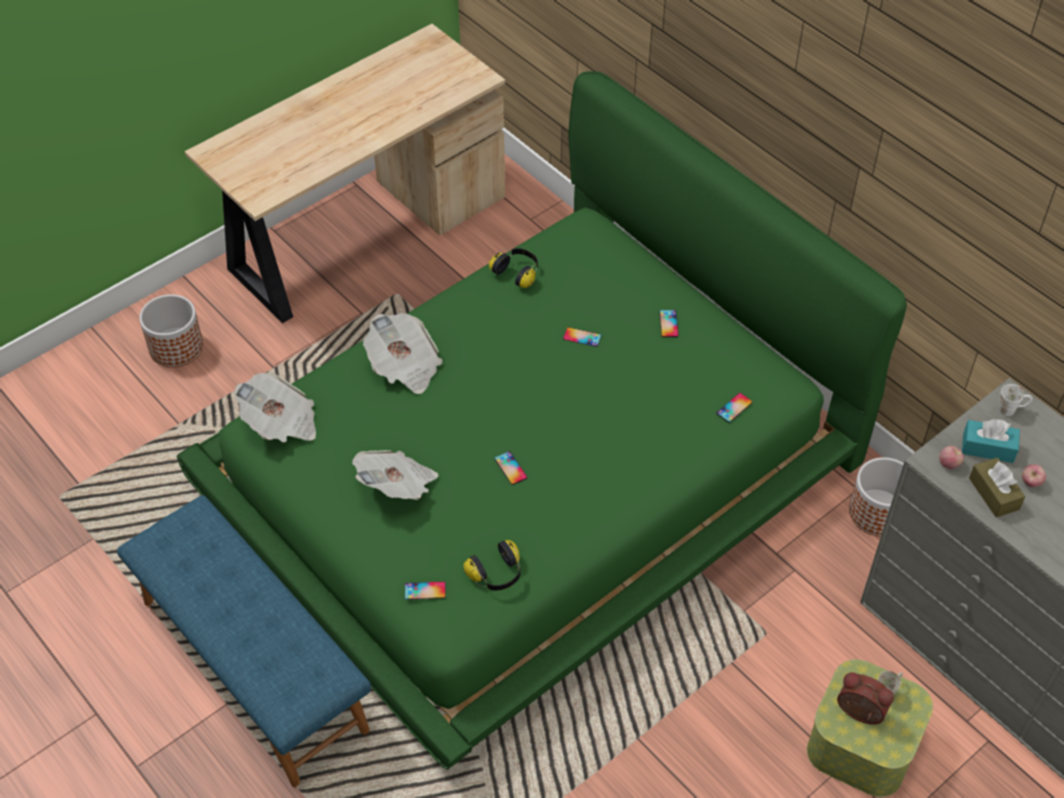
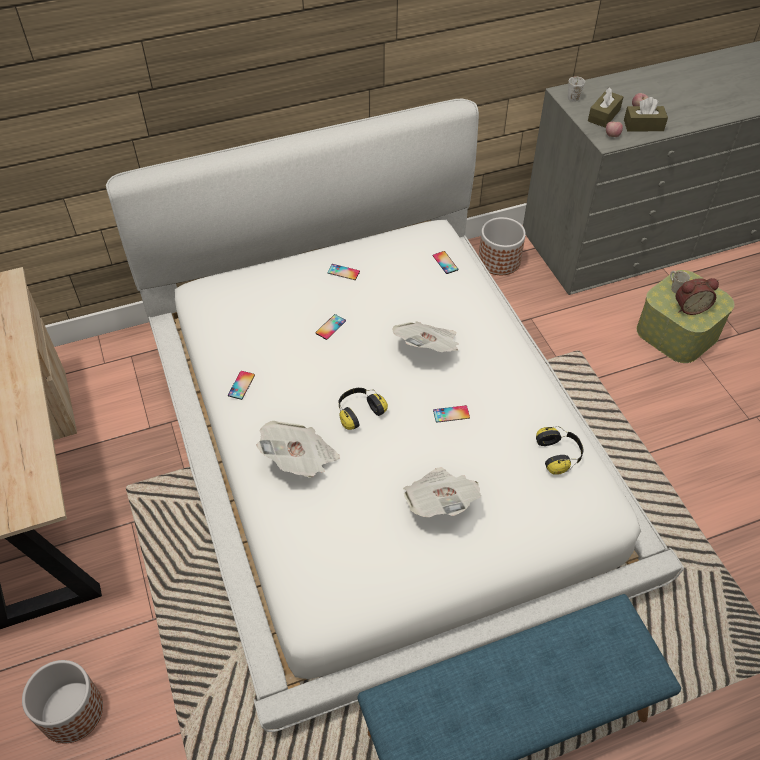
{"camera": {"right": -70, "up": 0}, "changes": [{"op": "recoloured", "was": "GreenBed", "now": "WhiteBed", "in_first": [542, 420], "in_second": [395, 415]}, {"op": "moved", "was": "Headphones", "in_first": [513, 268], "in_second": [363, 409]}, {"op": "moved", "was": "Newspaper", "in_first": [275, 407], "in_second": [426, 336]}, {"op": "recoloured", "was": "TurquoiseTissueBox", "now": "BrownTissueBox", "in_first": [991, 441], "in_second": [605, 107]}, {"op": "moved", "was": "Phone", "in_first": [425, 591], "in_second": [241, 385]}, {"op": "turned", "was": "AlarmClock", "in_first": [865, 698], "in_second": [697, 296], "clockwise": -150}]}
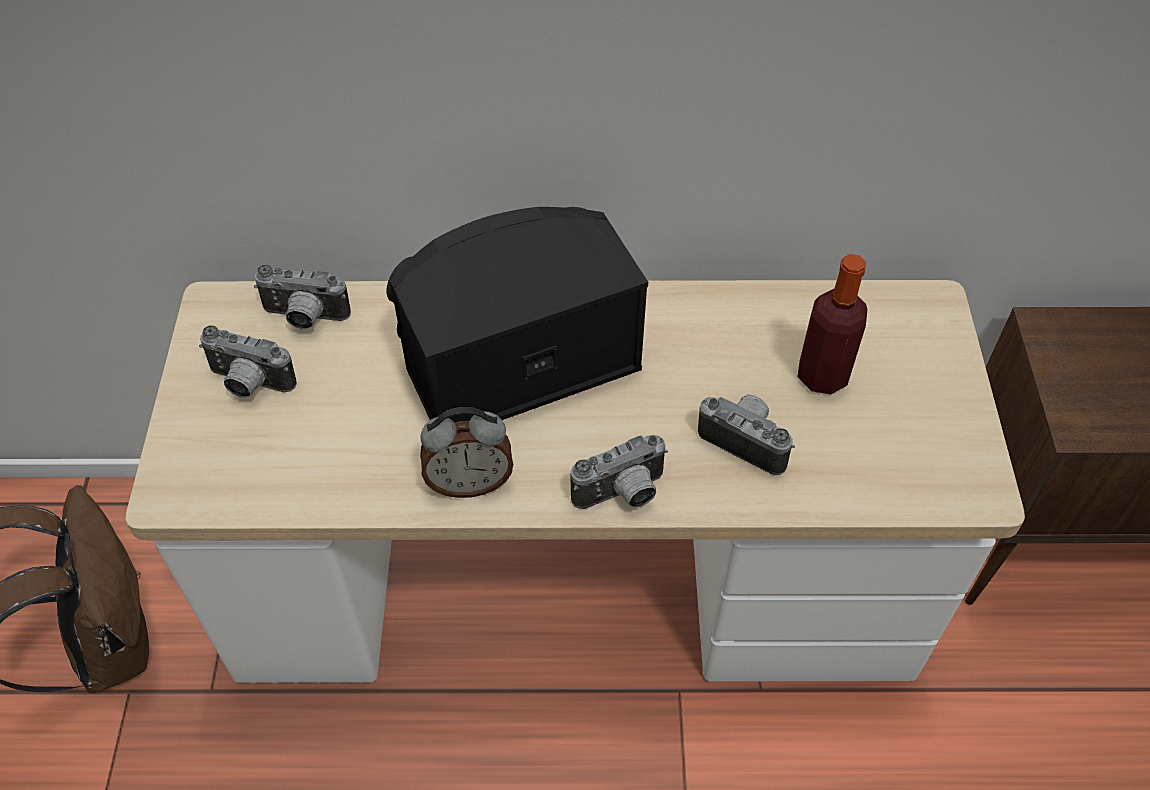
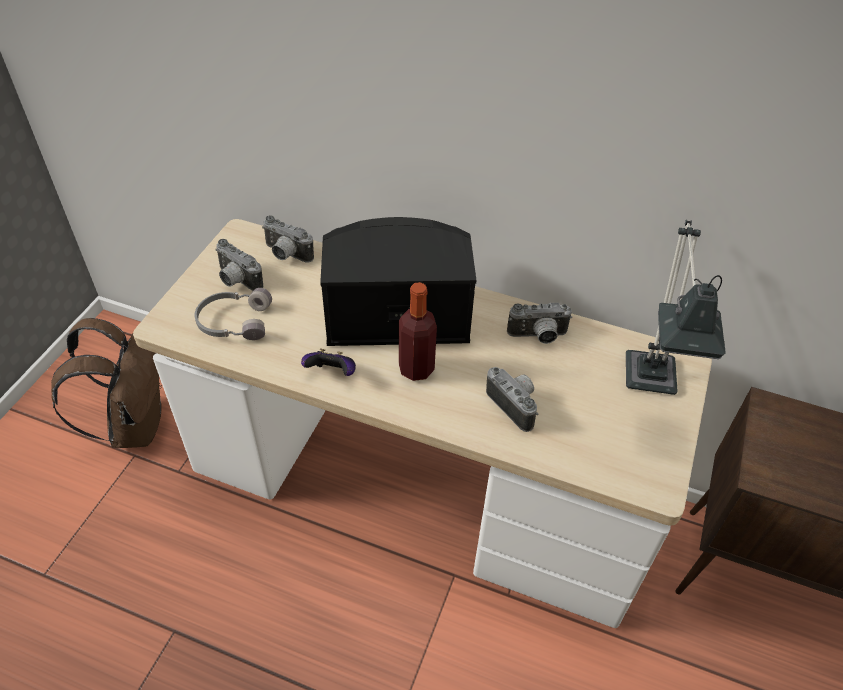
{"camera": {"right": 20, "up": -5}, "changes": [{"op": "moved", "was": "Bottle", "in_first": [832, 324], "in_second": [418, 331]}, {"op": "replaced", "was": "AlarmClock", "now": "GameController", "in_first": [466, 452], "in_second": [328, 362]}, {"op": "moved", "was": "PhotoCamera", "in_first": [619, 472], "in_second": [539, 323]}, {"op": "added", "now": "TableLamp", "in_second": [676, 307]}, {"op": "added", "now": "GreyHeadphones", "in_second": [233, 314]}]}
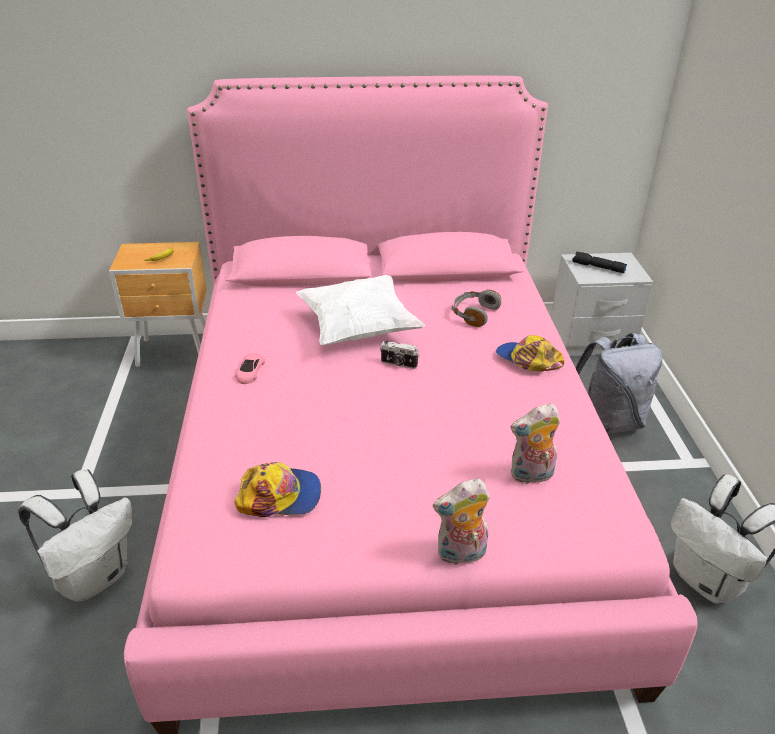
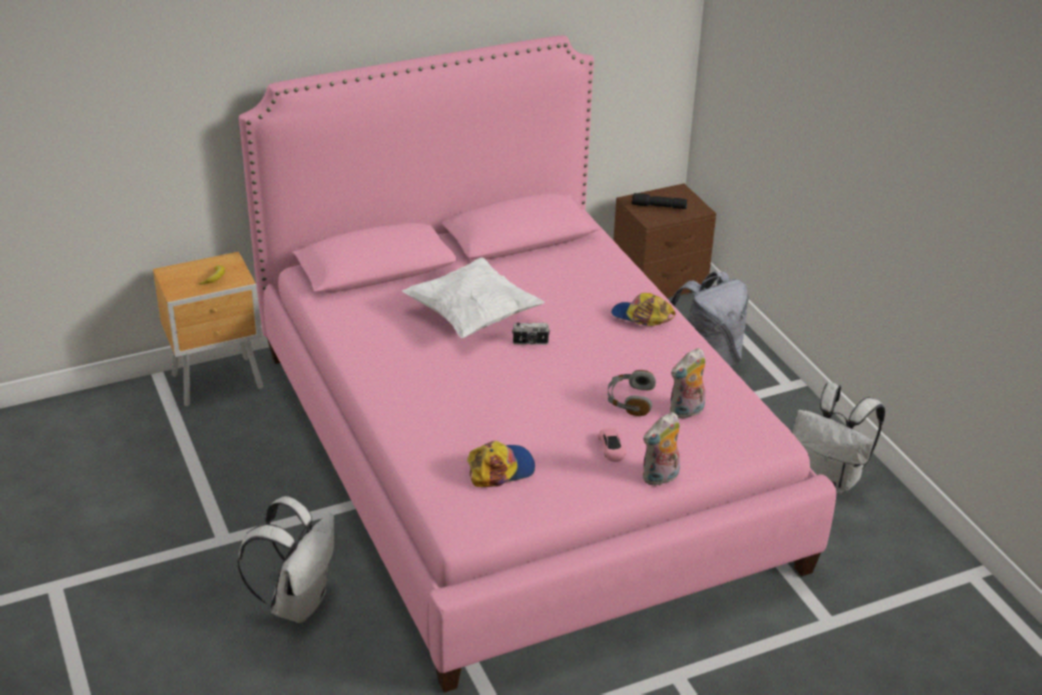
{"camera": {"right": -20, "up": 0}, "changes": [{"op": "recoloured", "was": "GreyNightstand", "now": "BrownNightstand", "in_first": [602, 304], "in_second": [664, 241]}, {"op": "moved", "was": "GreyHeadphones", "in_first": [476, 308], "in_second": [632, 393]}, {"op": "moved", "was": "PinkToyCar", "in_first": [250, 368], "in_second": [612, 445]}]}
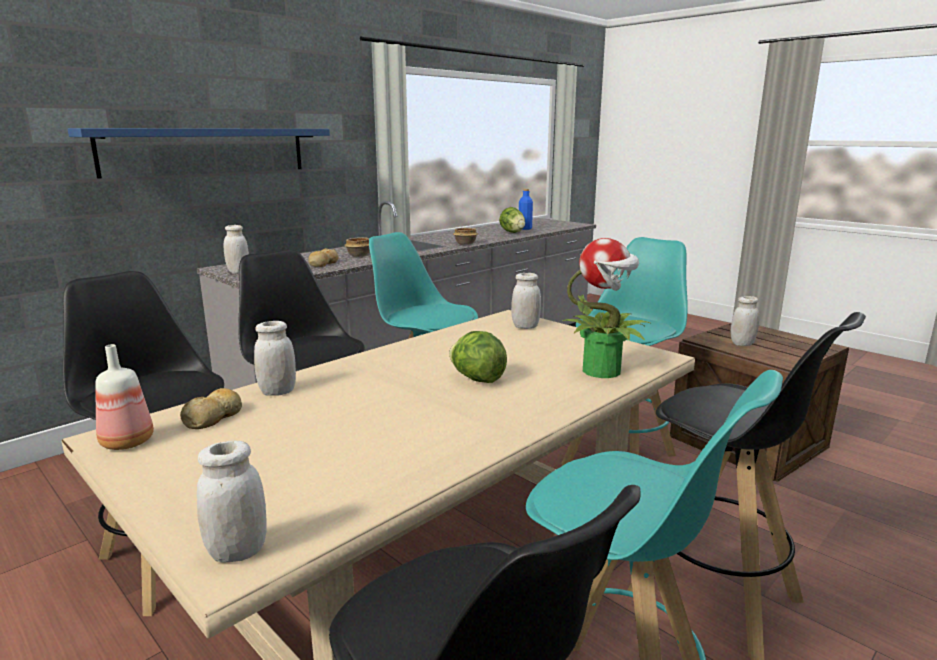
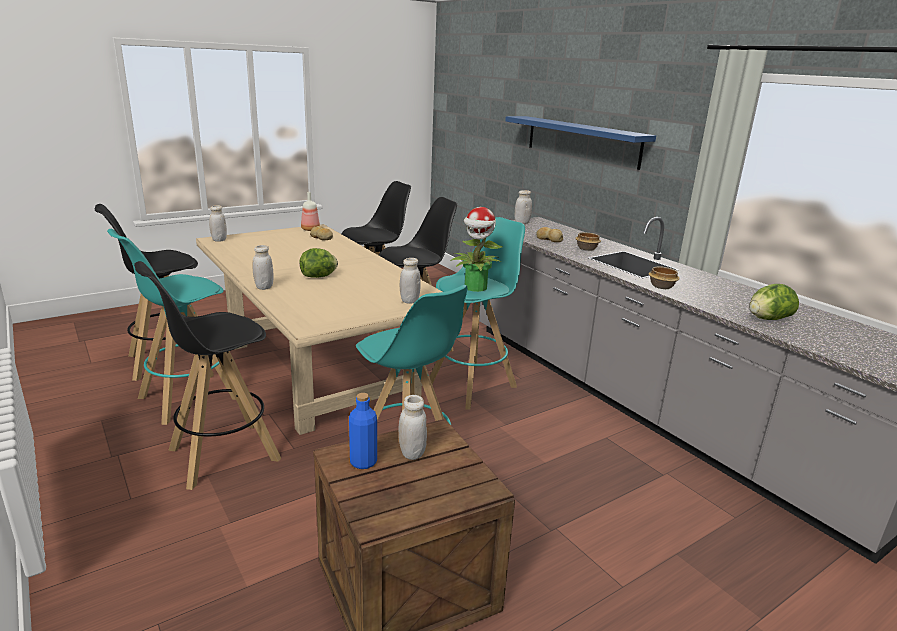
{"camera": {"right": 100, "up": 5}, "changes": [{"op": "moved", "was": "BlueBottle", "in_first": [526, 209], "in_second": [363, 431]}, {"op": "moved", "was": "PottedPlant", "in_first": [606, 308], "in_second": [477, 249]}, {"op": "moved", "was": "WhiteJar", "in_first": [275, 358], "in_second": [263, 267]}]}
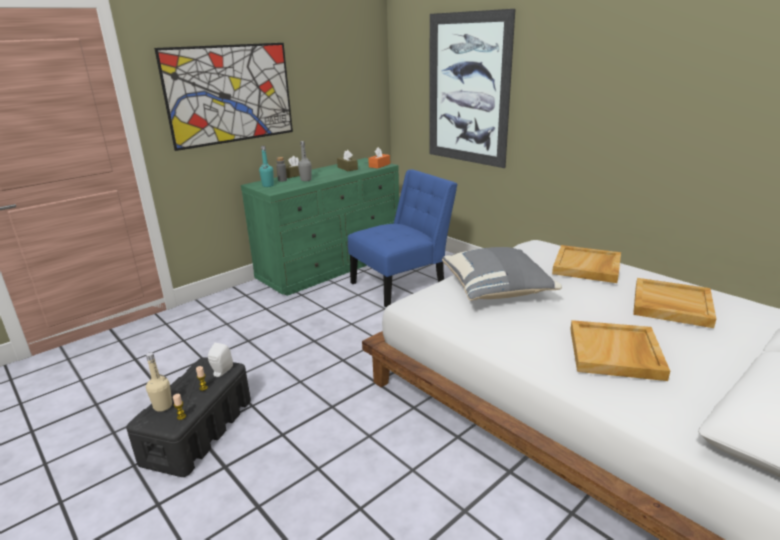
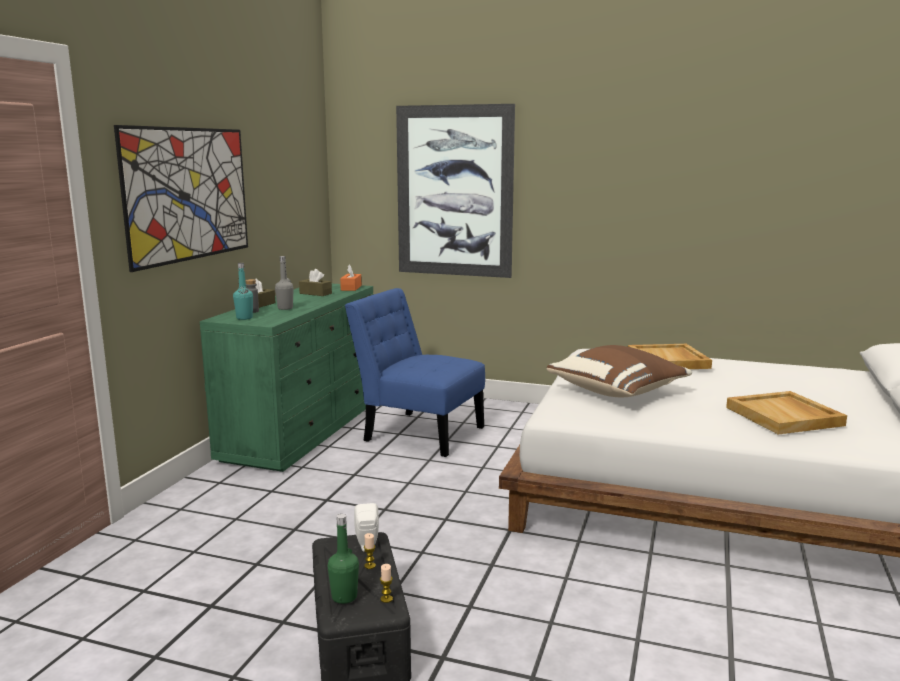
{"camera": {"right": -30, "up": -10}, "changes": [{"op": "turned", "was": "BlueChair", "in_first": [403, 238], "in_second": [415, 372], "clockwise": -90}, {"op": "recoloured", "was": "GreyPillow", "now": "BrownPillow", "in_first": [502, 274], "in_second": [619, 371]}, {"op": "removed", "was": "BeigeTray", "in_first": [674, 303]}, {"op": "recoloured", "was": "BeigeBottle", "now": "GreenBottle", "in_first": [159, 382], "in_second": [343, 559]}]}
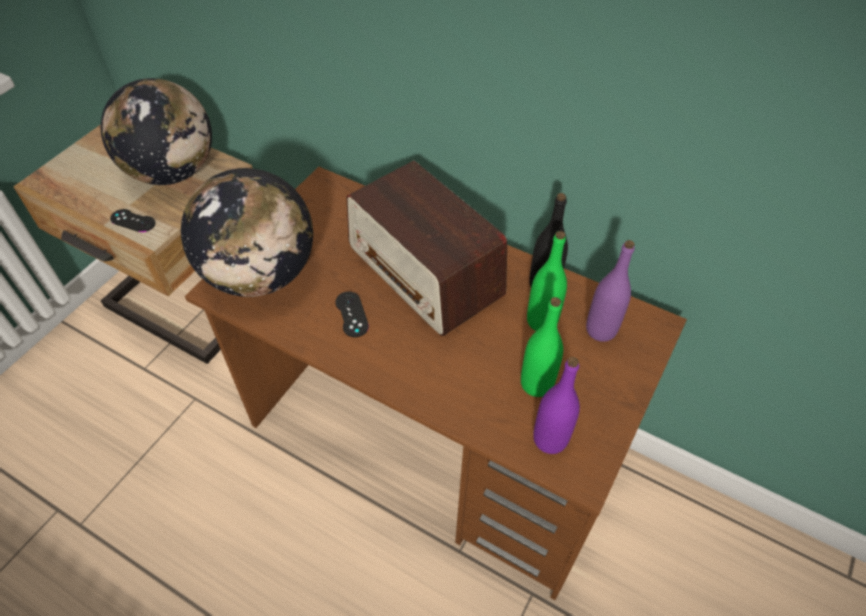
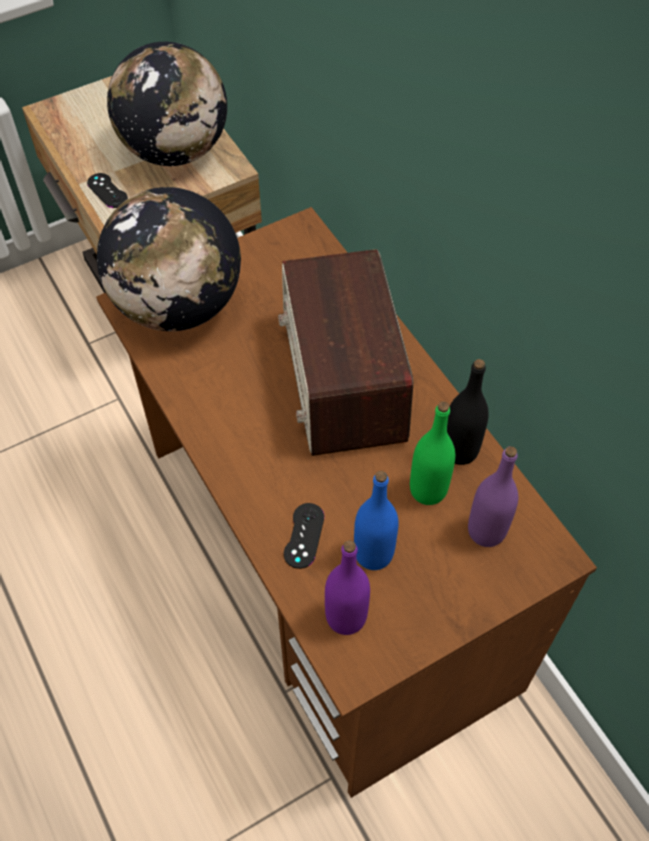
{"camera": {"right": 30, "up": 5}, "changes": [{"op": "moved", "was": "BlackGameController", "in_first": [352, 314], "in_second": [304, 536]}, {"op": "recoloured", "was": "GreenBottle", "now": "BlueBottle", "in_first": [542, 347], "in_second": [376, 520]}]}
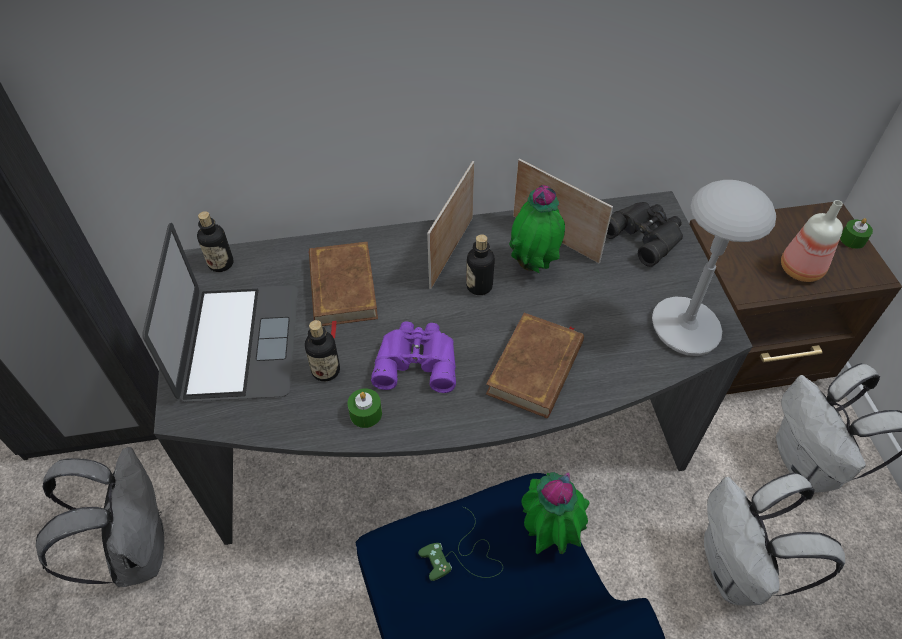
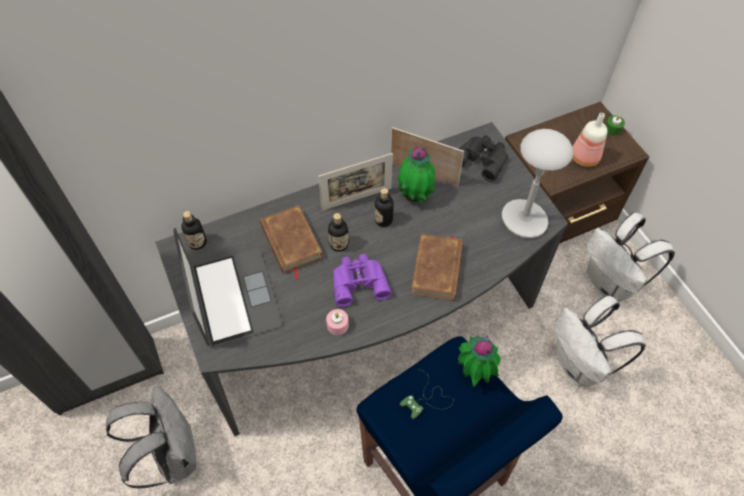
{"camera": {"right": -15, "up": 5}, "changes": [{"op": "turned", "was": "PictureFrame", "in_first": [450, 225], "in_second": [355, 182], "clockwise": -120}, {"op": "moved", "was": "Bottle", "in_first": [322, 350], "in_second": [338, 232]}, {"op": "recoloured", "was": "GreenCandle", "now": "PinkCandle", "in_first": [364, 408], "in_second": [337, 322]}]}
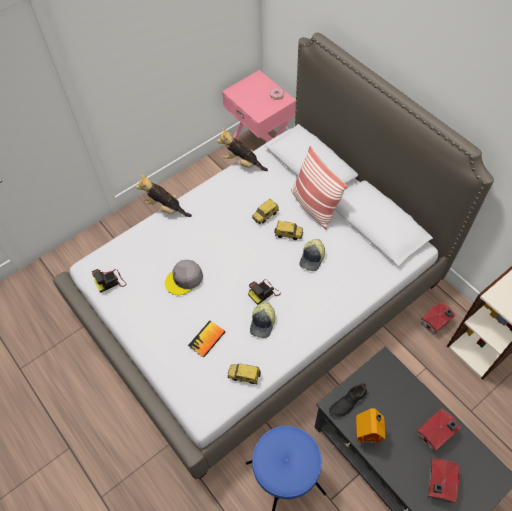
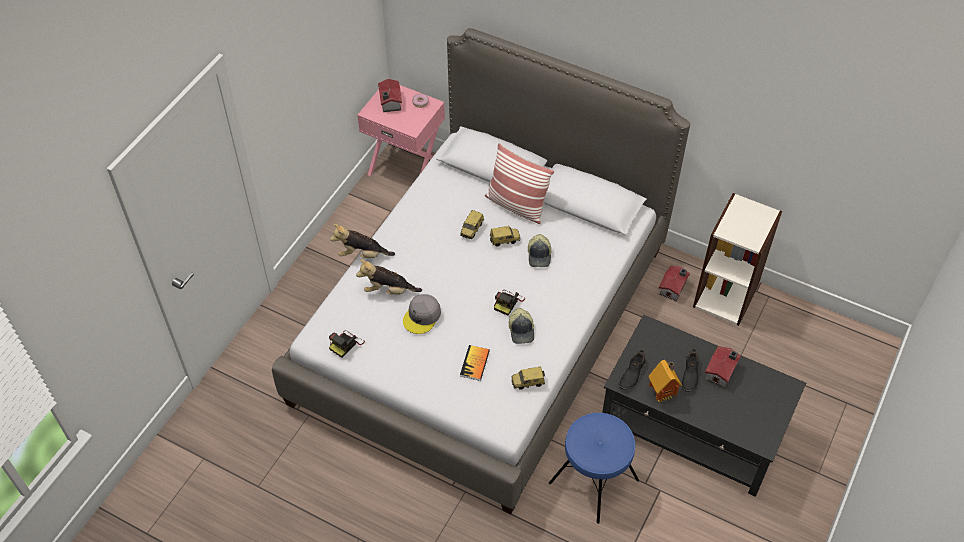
{"camera": {"right": -25, "up": -5}, "changes": [{"op": "moved", "was": "PlushToy", "in_first": [242, 149], "in_second": [389, 277]}, {"op": "moved", "was": "ToyHouse", "in_first": [443, 480], "in_second": [390, 95]}, {"op": "added", "now": "BlackShoe", "in_second": [690, 370]}]}
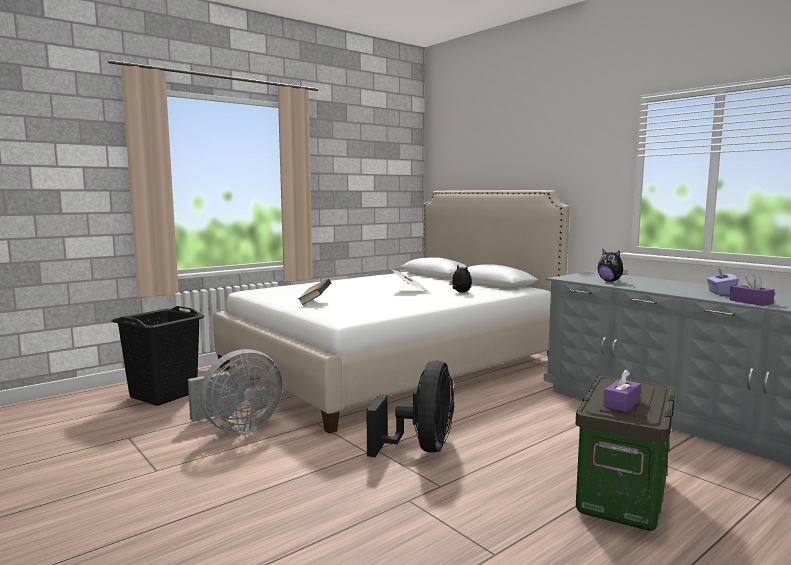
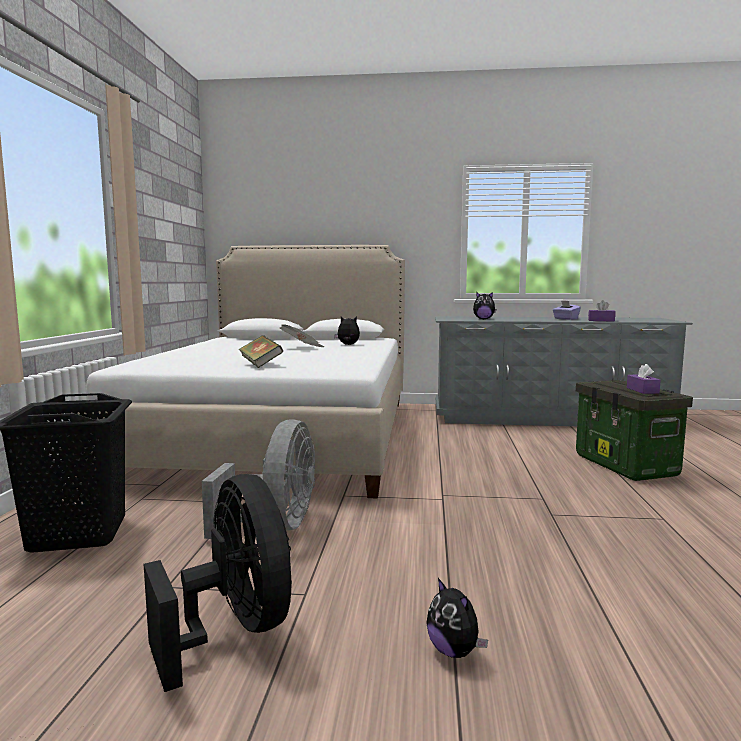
{"camera": {"right": -45, "up": 0}, "changes": [{"op": "moved", "was": "BlackFan", "in_first": [410, 409], "in_second": [218, 583]}, {"op": "added", "now": "PlushToy", "in_second": [457, 618]}]}
